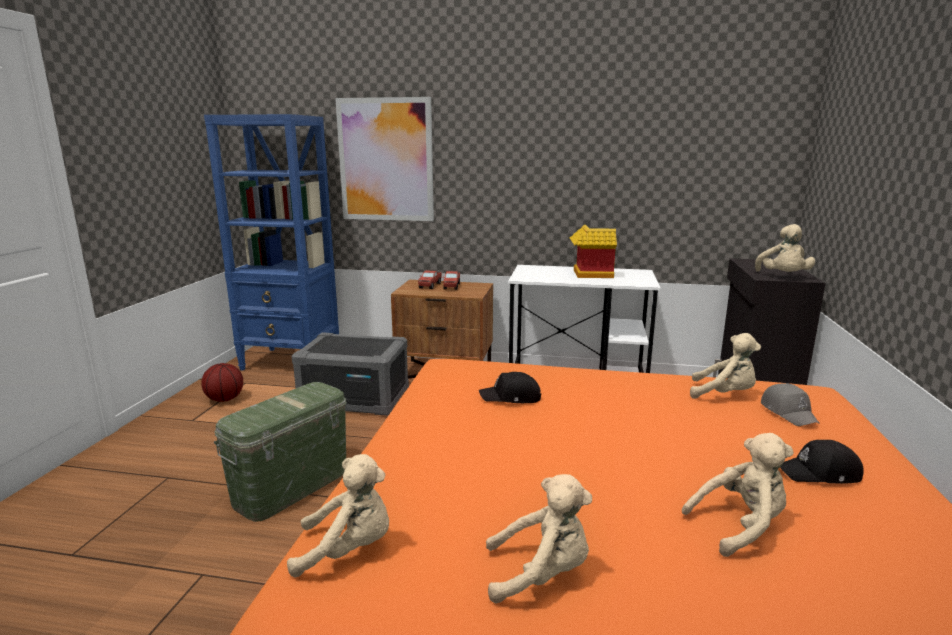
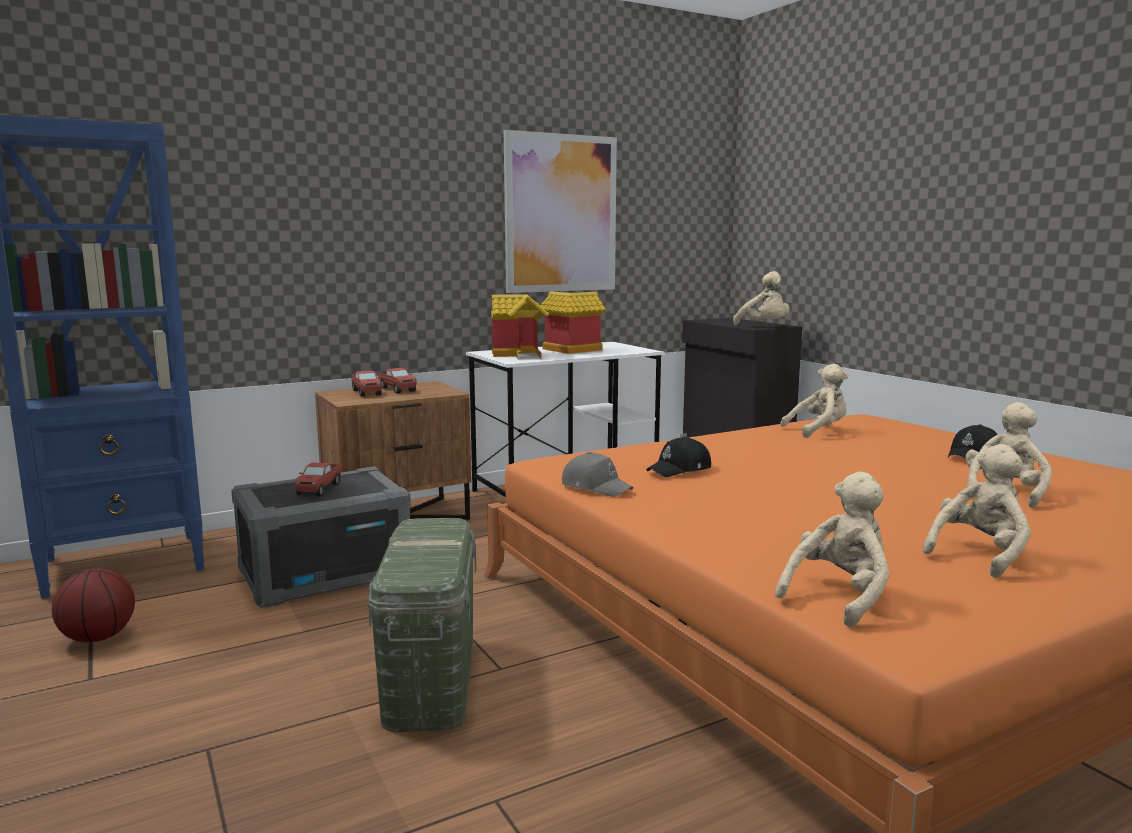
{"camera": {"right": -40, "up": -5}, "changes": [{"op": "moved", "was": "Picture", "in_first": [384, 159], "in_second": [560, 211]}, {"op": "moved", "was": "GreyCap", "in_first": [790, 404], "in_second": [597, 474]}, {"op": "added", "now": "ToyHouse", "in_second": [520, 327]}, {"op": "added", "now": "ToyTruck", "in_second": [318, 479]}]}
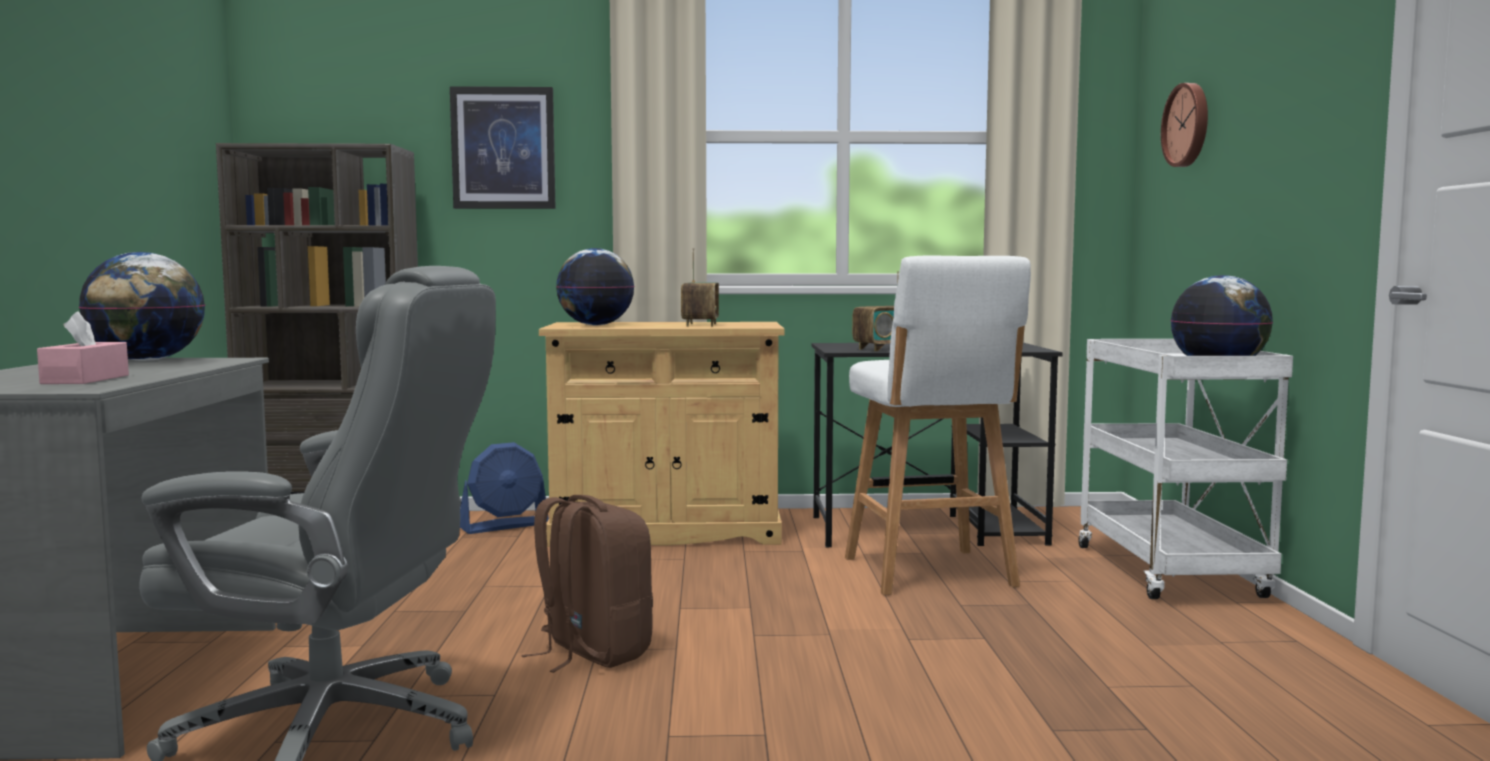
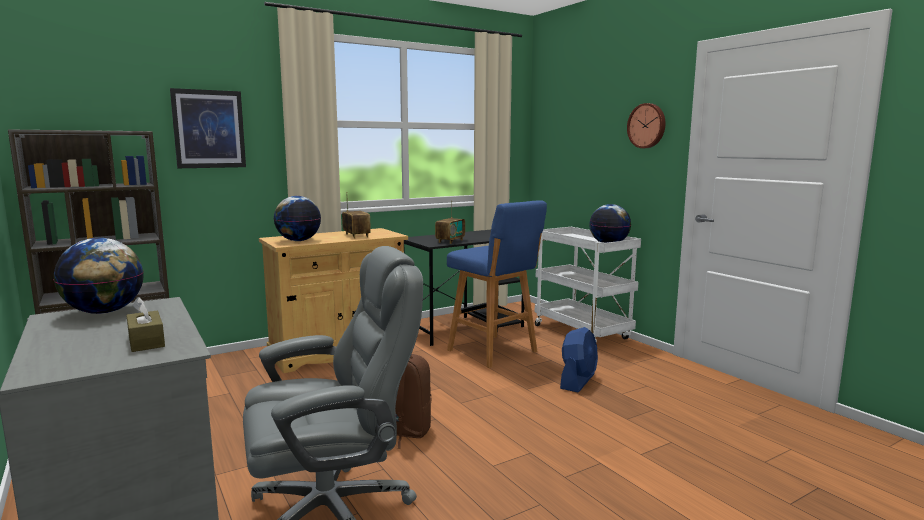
{"camera": {"right": -30, "up": 5}, "changes": [{"op": "moved", "was": "WallClock", "in_first": [1184, 125], "in_second": [646, 125]}, {"op": "recoloured", "was": "WhiteStool", "now": "BlueStool", "in_first": [938, 425], "in_second": [497, 284]}, {"op": "recoloured", "was": "PinkTissueBox", "now": "BrownTissueBox", "in_first": [83, 348], "in_second": [145, 324]}, {"op": "moved", "was": "BlueFan", "in_first": [504, 488], "in_second": [579, 359]}]}
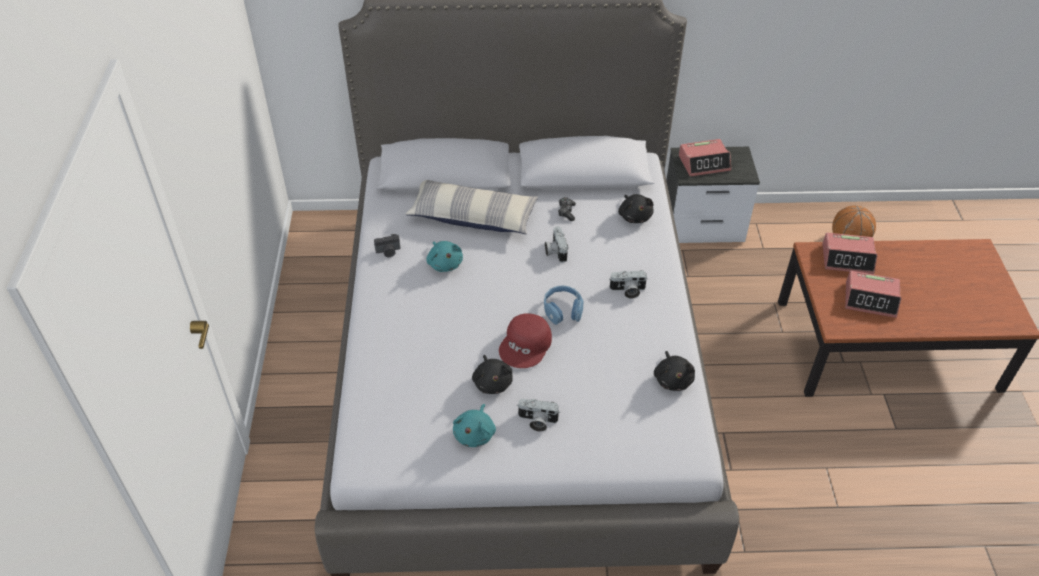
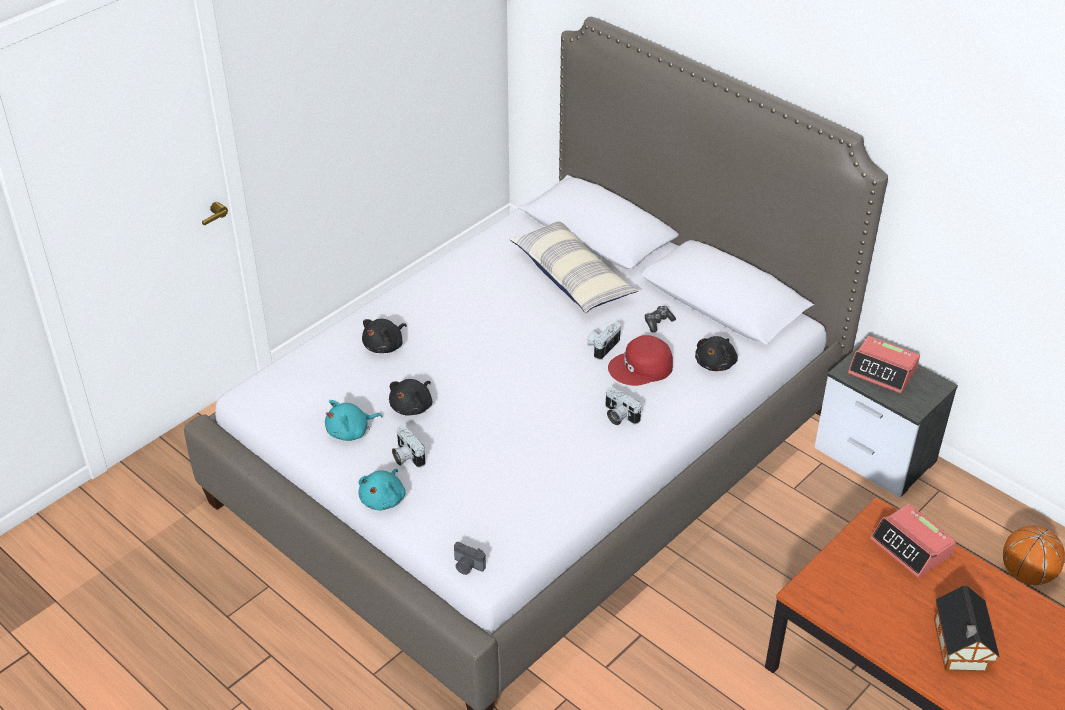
{"camera": {"right": 45, "up": -5}, "changes": [{"op": "moved", "was": "PhotoCamera", "in_first": [387, 245], "in_second": [470, 558]}, {"op": "moved", "was": "TurquoisePlushToy", "in_first": [444, 256], "in_second": [382, 489]}, {"op": "removed", "was": "AlarmClock", "in_first": [873, 294]}, {"op": "removed", "was": "BlueHeadphones", "in_first": [563, 305]}, {"op": "moved", "was": "RedCap", "in_first": [525, 340], "in_second": [640, 360]}, {"op": "moved", "was": "BlackPlushToy", "in_first": [674, 371], "in_second": [384, 336]}, {"op": "added", "now": "ToyHouse", "in_second": [967, 629]}]}
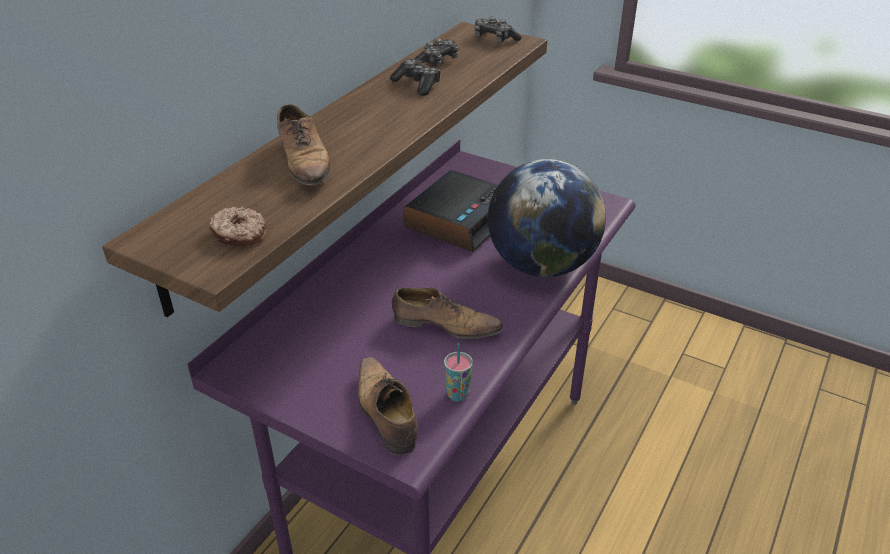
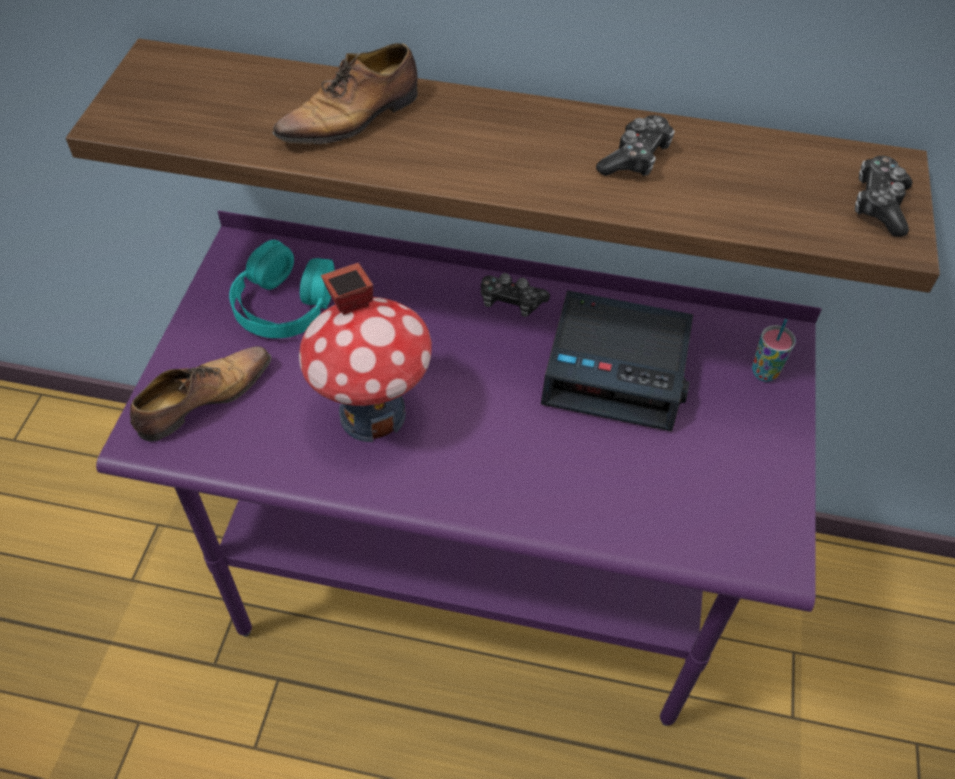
{"camera": {"right": 70, "up": 15}, "changes": [{"op": "moved", "was": "GameController", "in_first": [436, 52], "in_second": [515, 295]}, {"op": "removed", "was": "Globe", "in_first": [547, 218]}, {"op": "removed", "was": "Donut", "in_first": [237, 226]}, {"op": "replaced", "was": "Shoe", "now": "ToyHouse", "in_first": [447, 313], "in_second": [365, 352]}, {"op": "moved", "was": "Cup", "in_first": [458, 372], "in_second": [774, 350]}, {"op": "added", "now": "TurquoiseHeadphones", "in_second": [282, 289]}]}
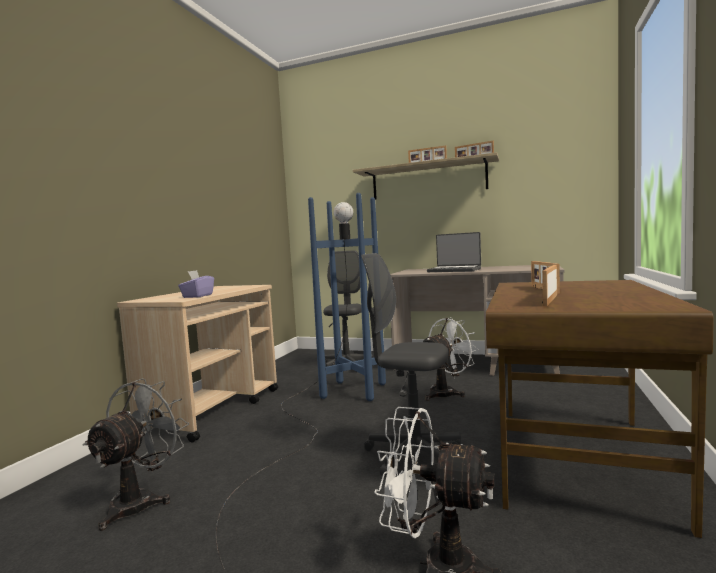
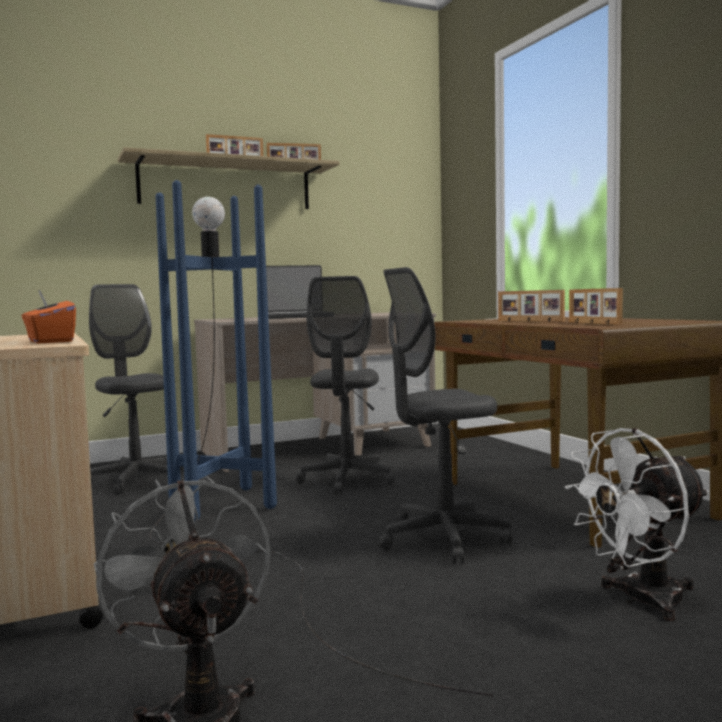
{"camera": {"right": -45, "up": 0}, "changes": [{"op": "recoloured", "was": "PurpleTissueBox", "now": "OrangeTissueBox", "in_first": [196, 284], "in_second": [49, 317]}, {"op": "replaced", "was": "WhiteFan", "now": "GreyOfficeChair", "in_first": [451, 359], "in_second": [345, 385]}]}
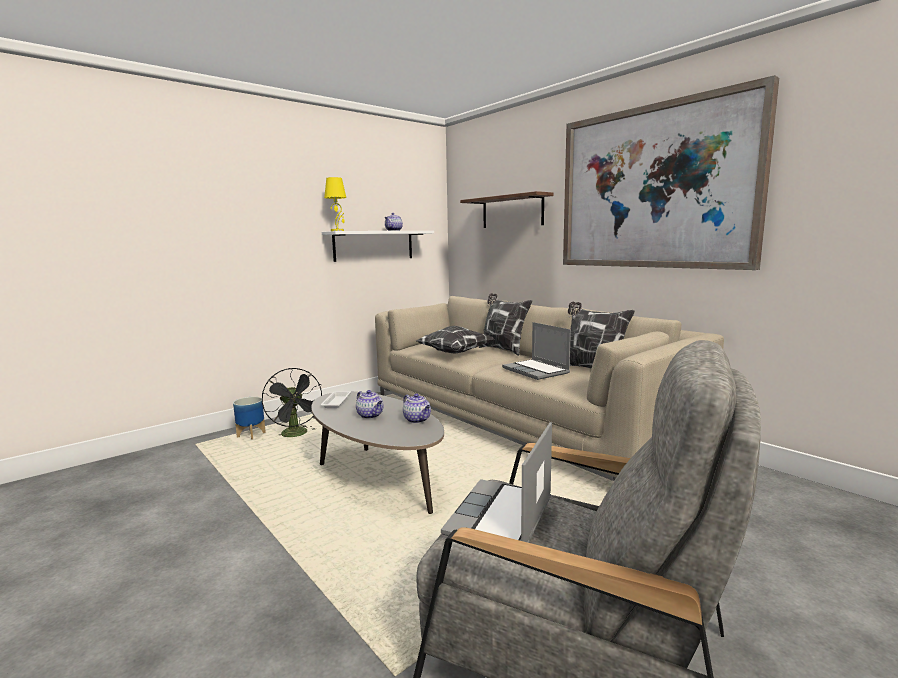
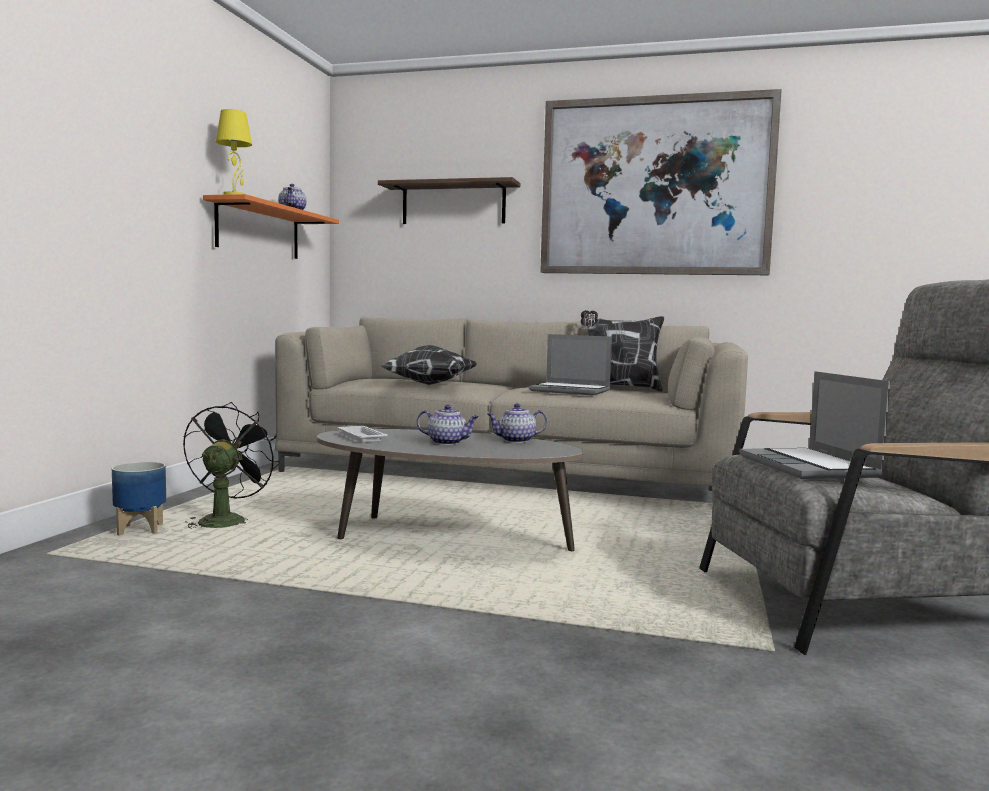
{"camera": {"right": -35, "up": -5}, "changes": [{"op": "recoloured", "was": "WhiteShelf", "now": "OrangeShelf", "in_first": [378, 246], "in_second": [271, 226]}, {"op": "removed", "was": "Pillow", "in_first": [505, 324]}, {"op": "turned", "was": "BlackFan", "in_first": [292, 402], "in_second": [231, 465], "clockwise": -105}, {"op": "turned", "was": "Teapot", "in_first": [417, 408], "in_second": [517, 423], "clockwise": 150}]}
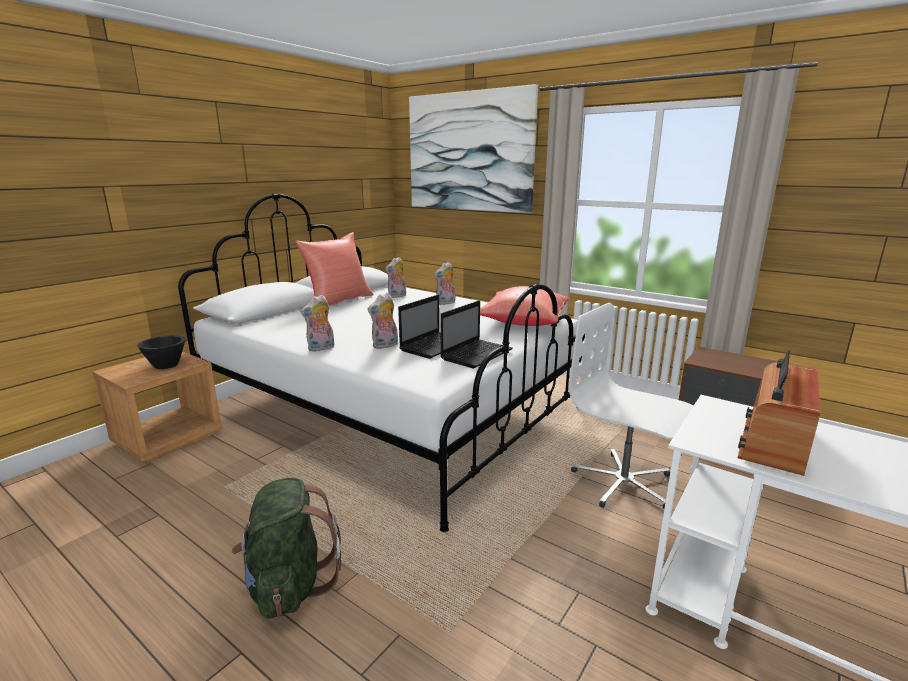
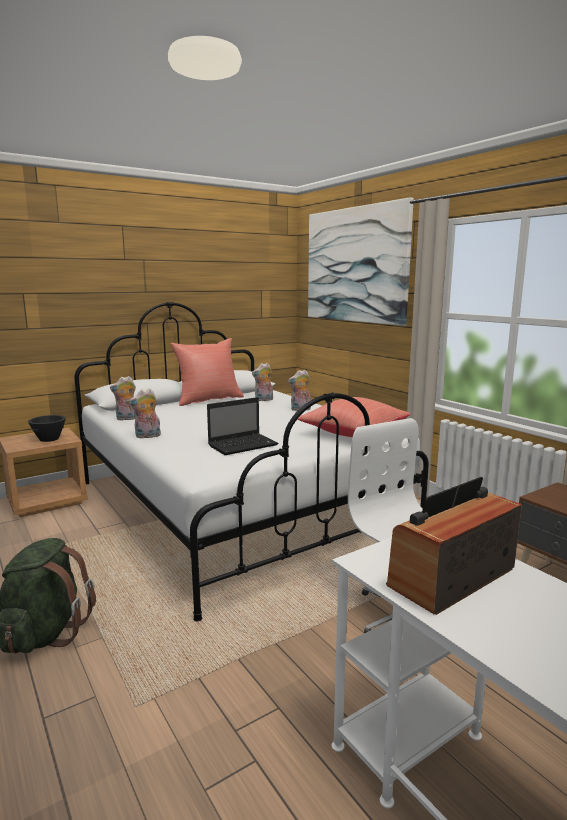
{"camera": {"right": 20, "up": -5}, "changes": [{"op": "moved", "was": "PlushToy", "in_first": [383, 321], "in_second": [123, 398]}, {"op": "removed", "was": "Laptop", "in_first": [476, 334]}]}
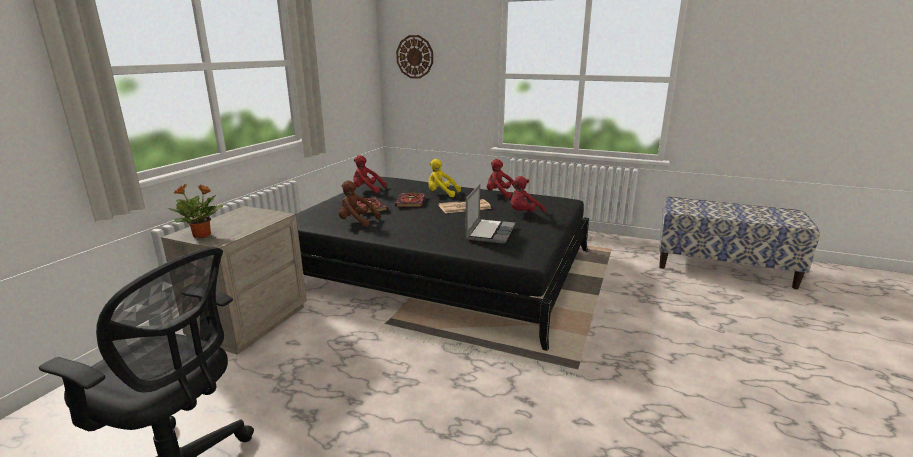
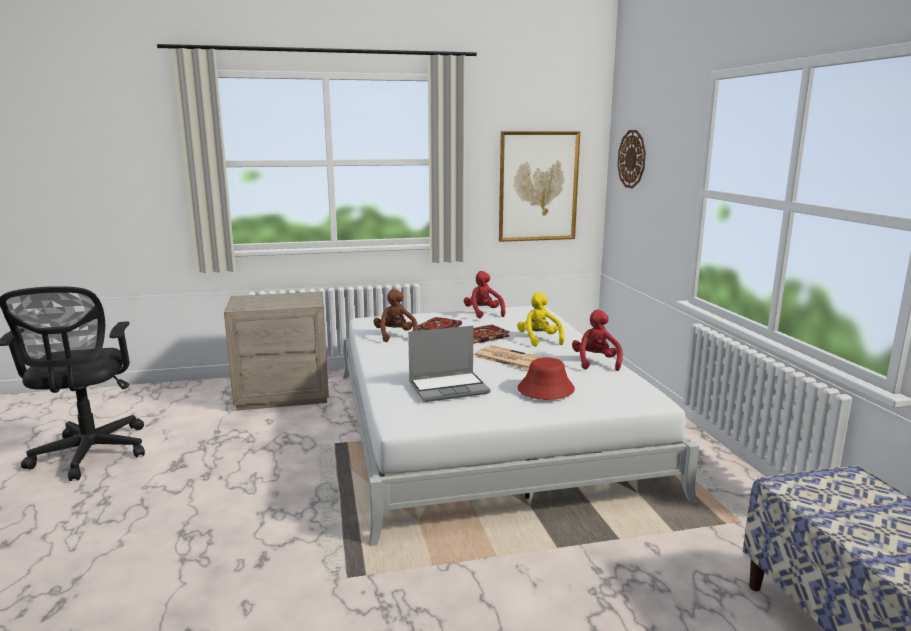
{"camera": {"right": 55, "up": -5}, "changes": [{"op": "replaced", "was": "RedPlushToy", "now": "RedHat", "in_first": [527, 194], "in_second": [546, 378]}, {"op": "recoloured", "was": "BlackBed", "now": "WhiteBed", "in_first": [442, 264], "in_second": [521, 426]}, {"op": "removed", "was": "PottedPlant", "in_first": [196, 211]}, {"op": "added", "now": "Picture", "in_second": [539, 186]}]}
